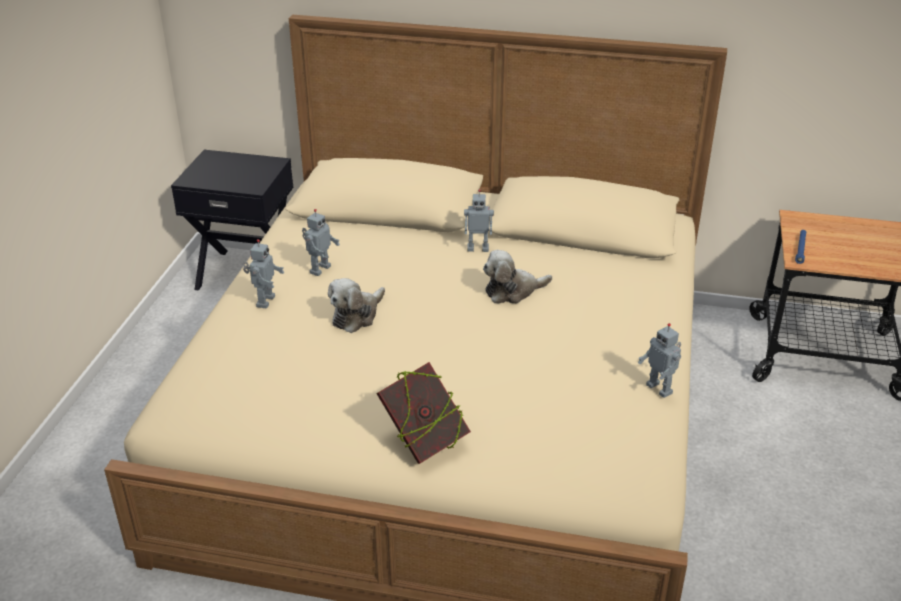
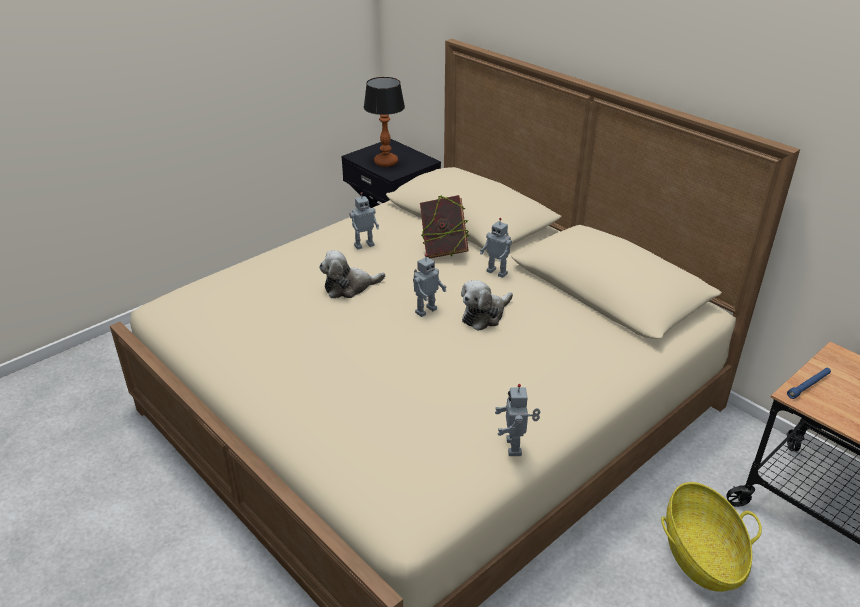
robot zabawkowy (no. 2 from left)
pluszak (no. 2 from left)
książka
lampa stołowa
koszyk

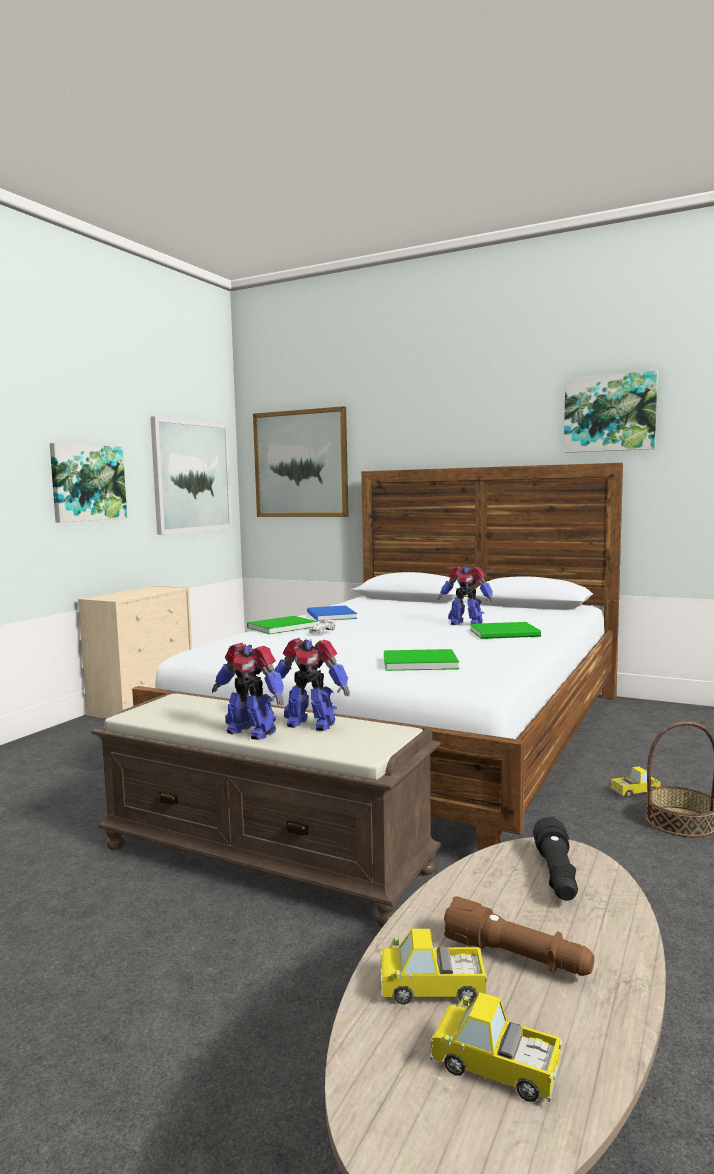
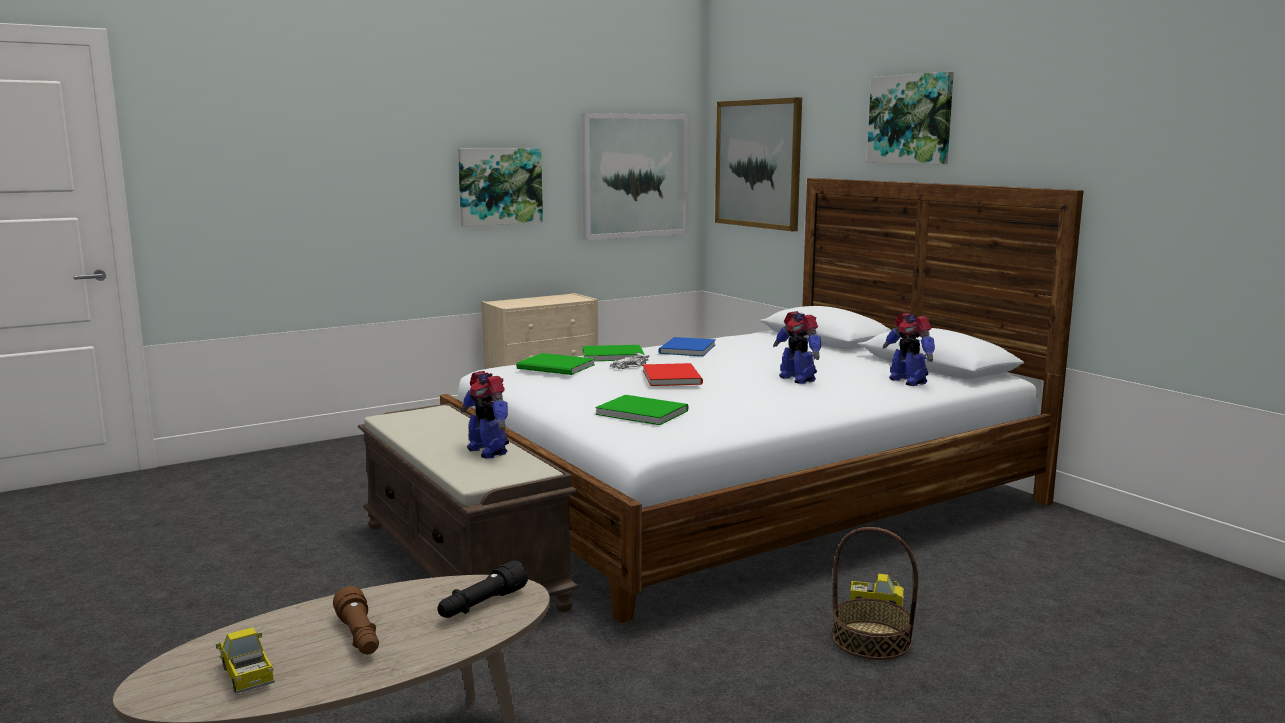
obraz (no. 4 from left)
książka [zielony] (no. 1 from left)
robot zabawkowy (no. 3 from left)
ciężarówka zabawkowa (no. 1 from left in the first image)
książka [czerwony]

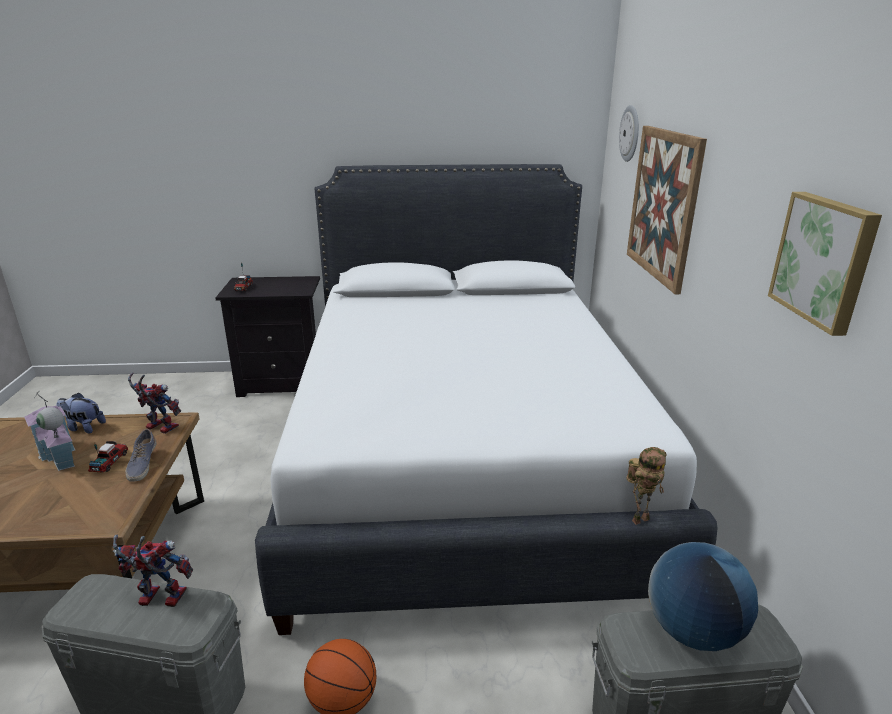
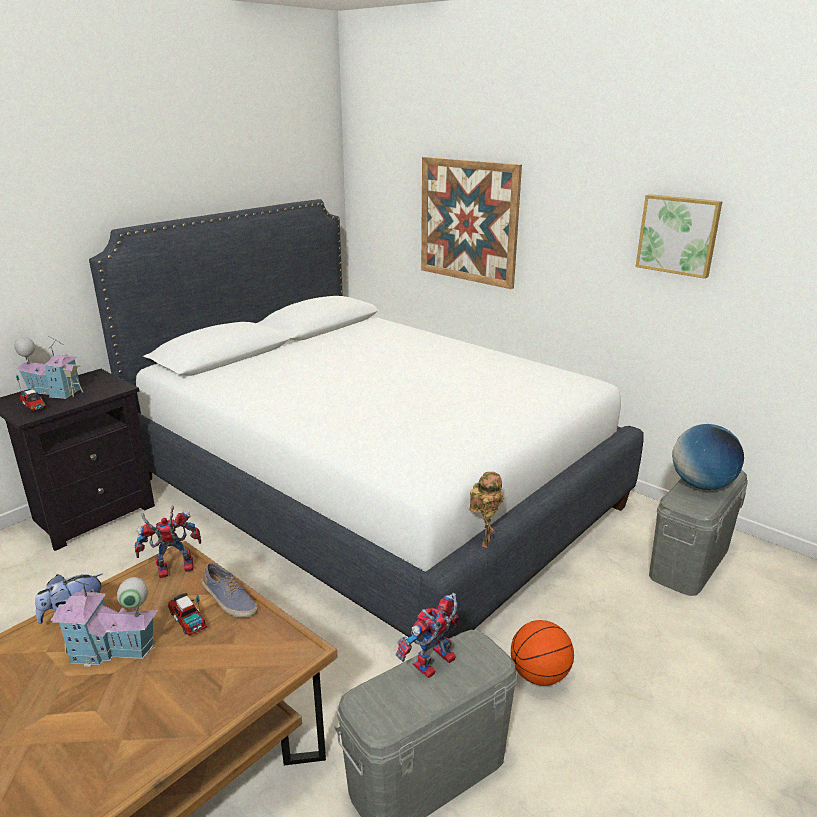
zegar ścienny
robot zabawkowy (no. 3 from left)
domek (no. 1 from left)

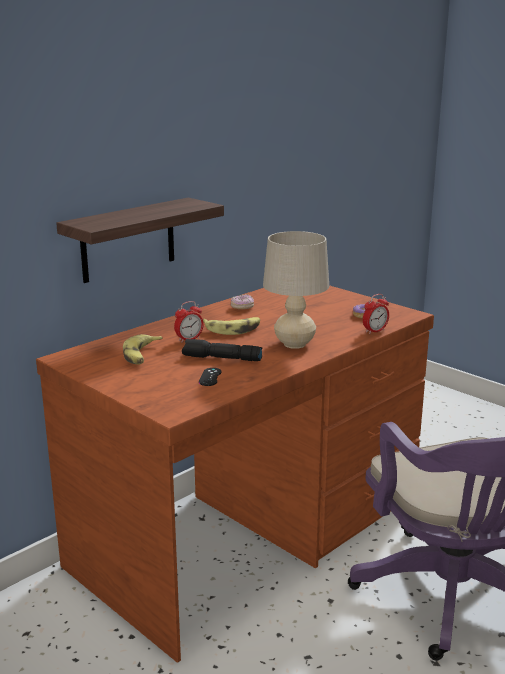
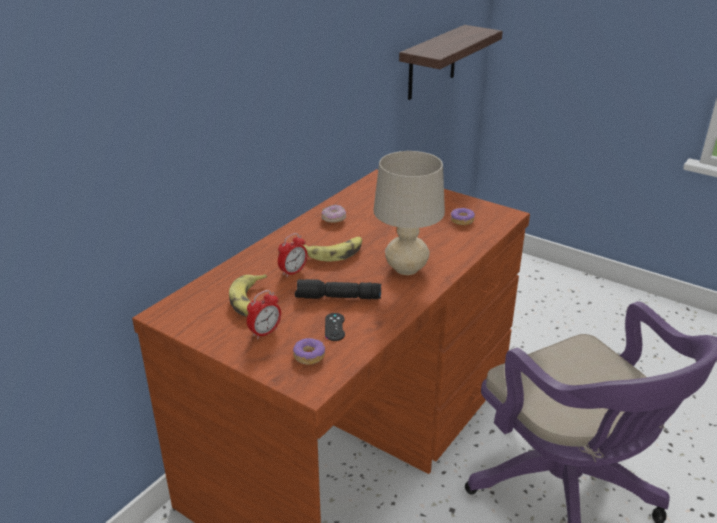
półka
budzik (no. 1 from left)
donut (no. 1 from left)

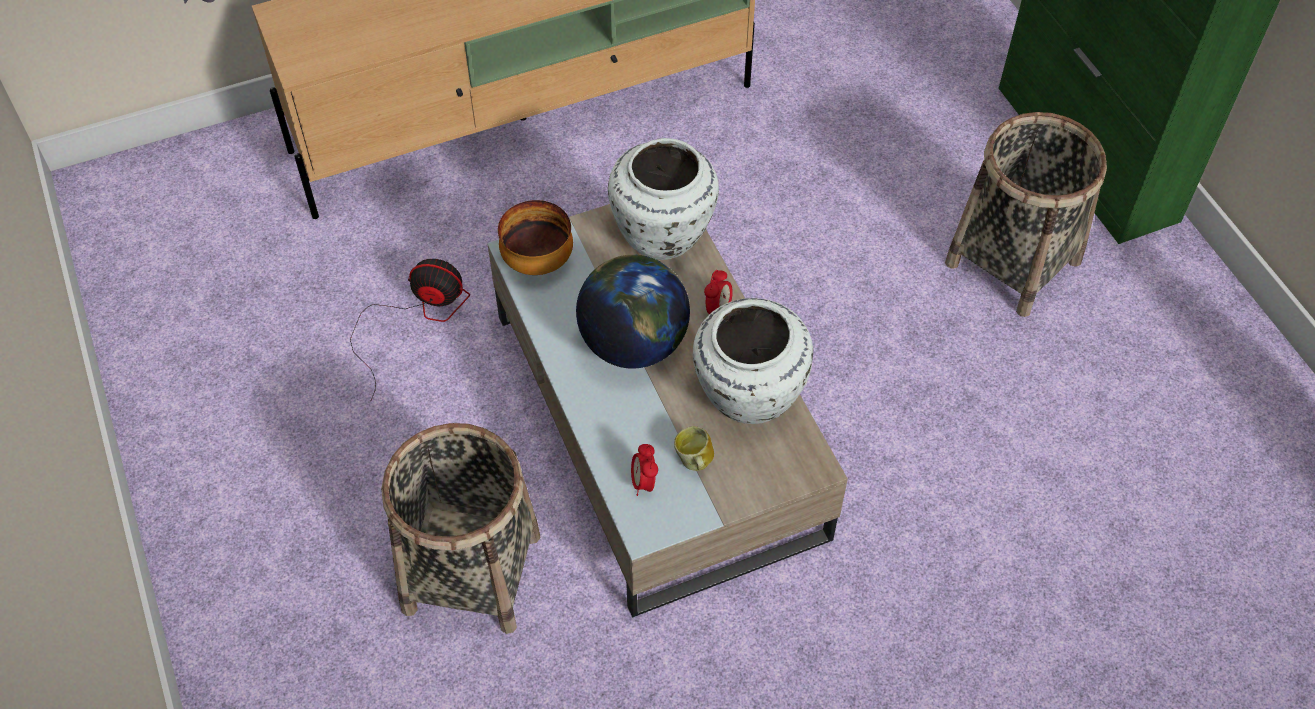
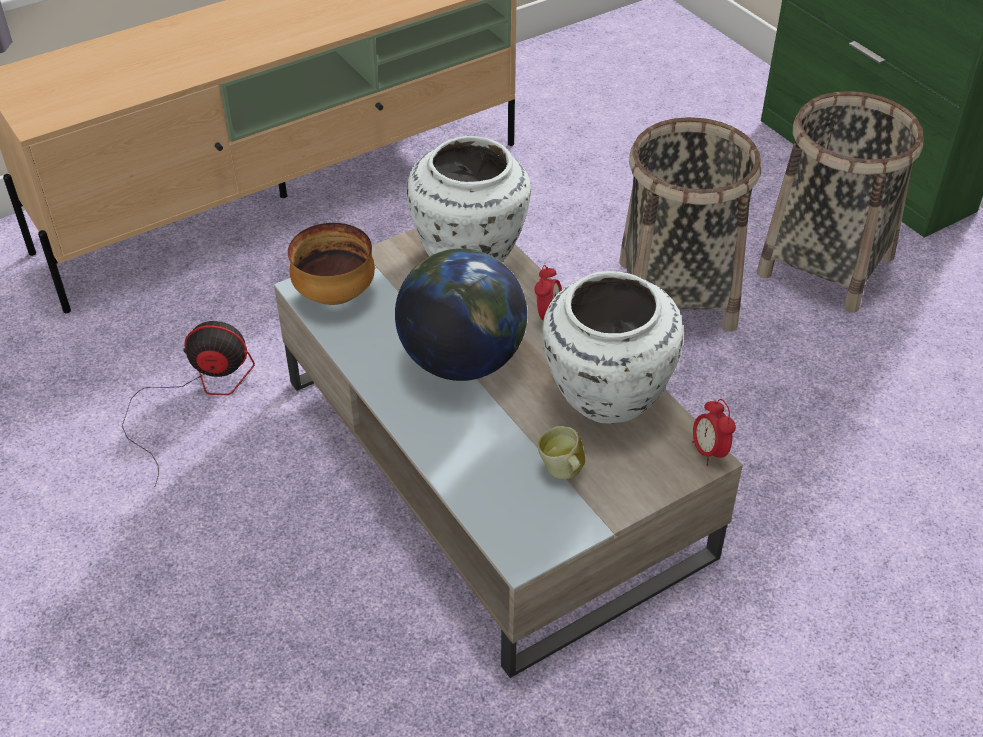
koszyk (no. 1 from left)
budzik (no. 2 from left)

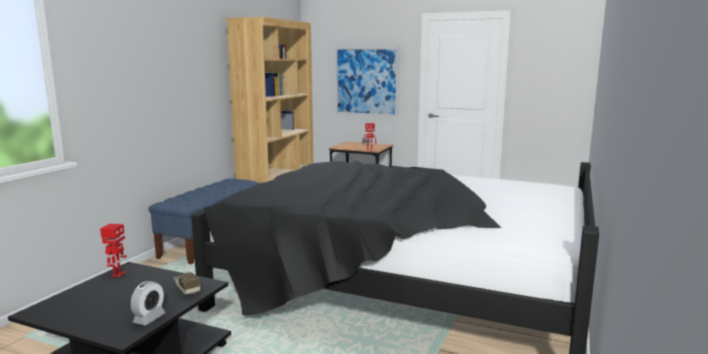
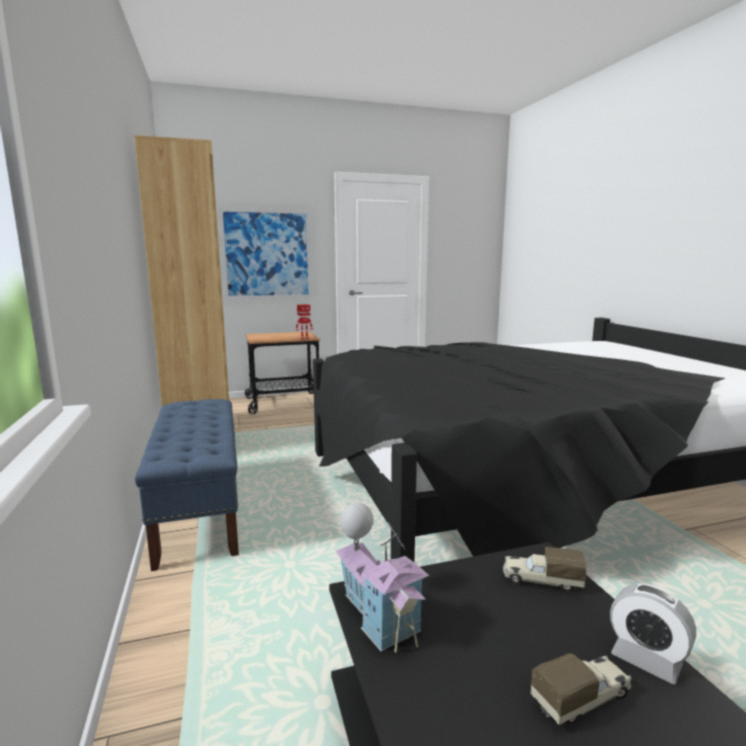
domek
budzik
ciężarówka zabawkowa (no. 2 from left)

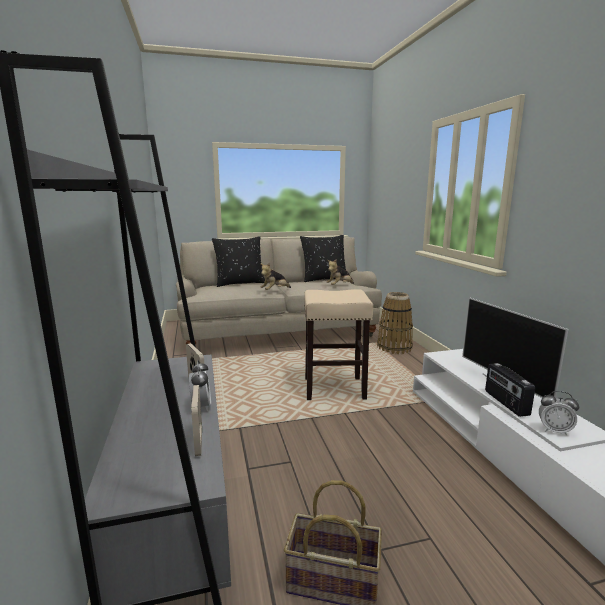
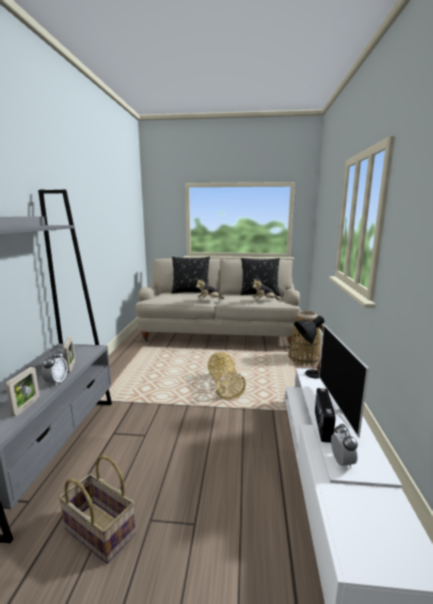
koszyk (no. 2 from left)
budzik (no. 2 from left)
lampa stołowa [czarny]

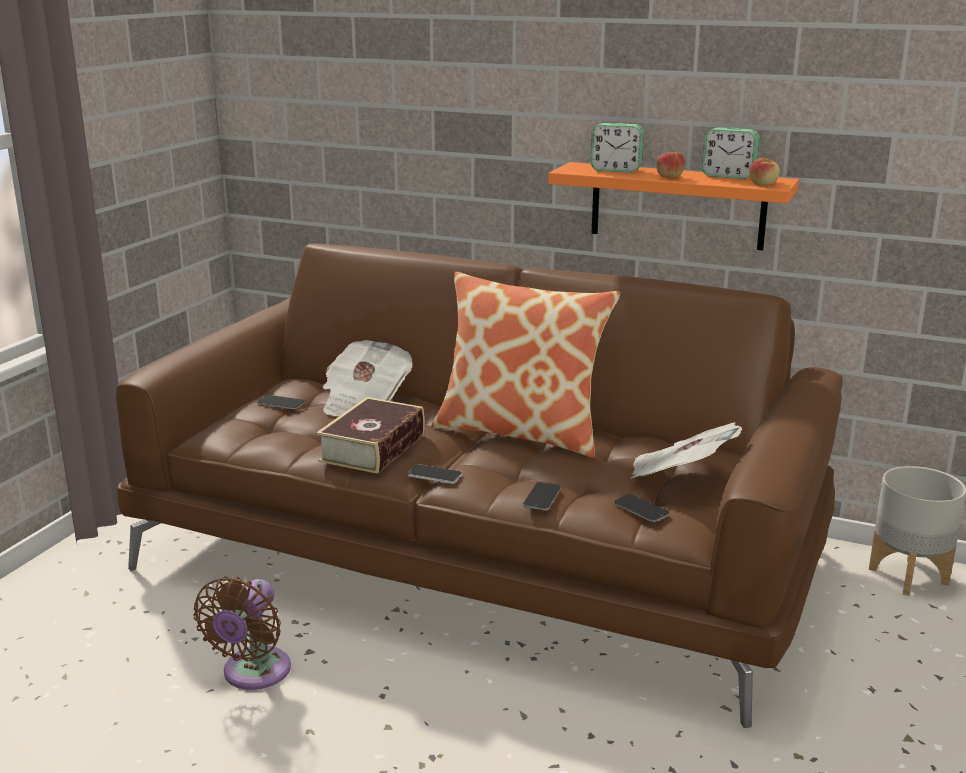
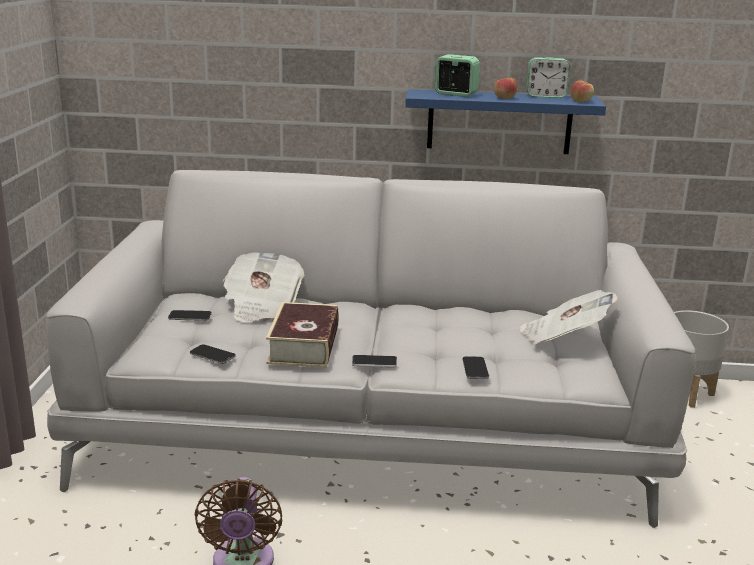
budzik (no. 1 from left)
półka [niebieski]
kanapa [szary]
poduszka
telefon (no. 2 from left)

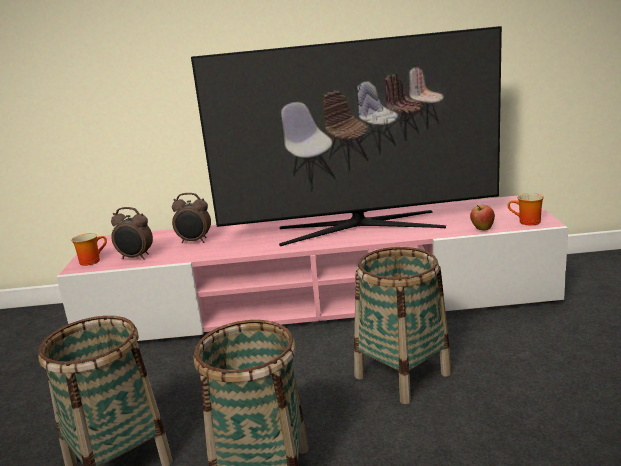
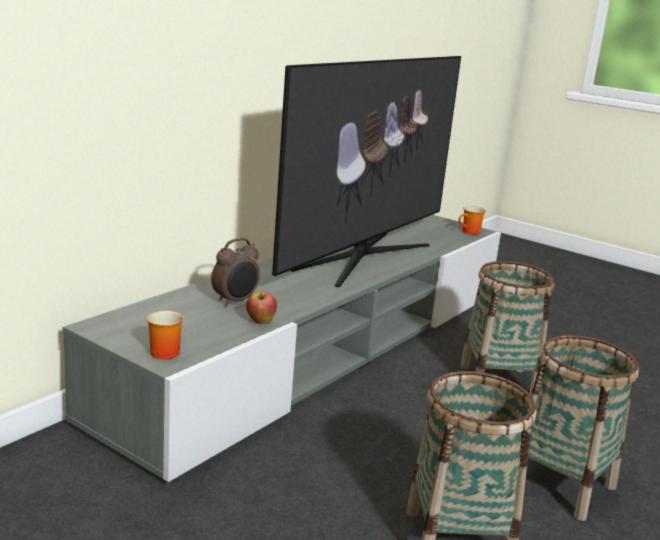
szafka pod telewizor [szary]
jabłko
budzik (no. 1 from left in the first image)

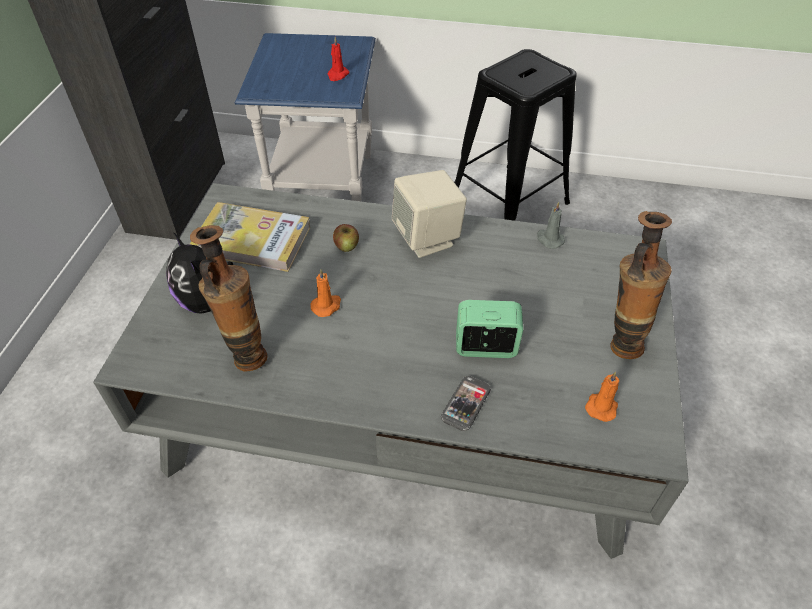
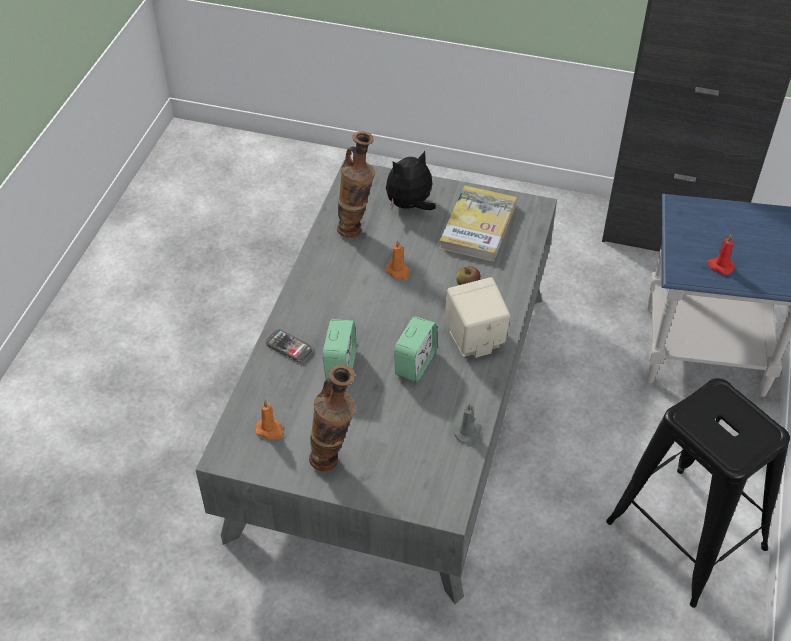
budzik (no. 2 from left)

